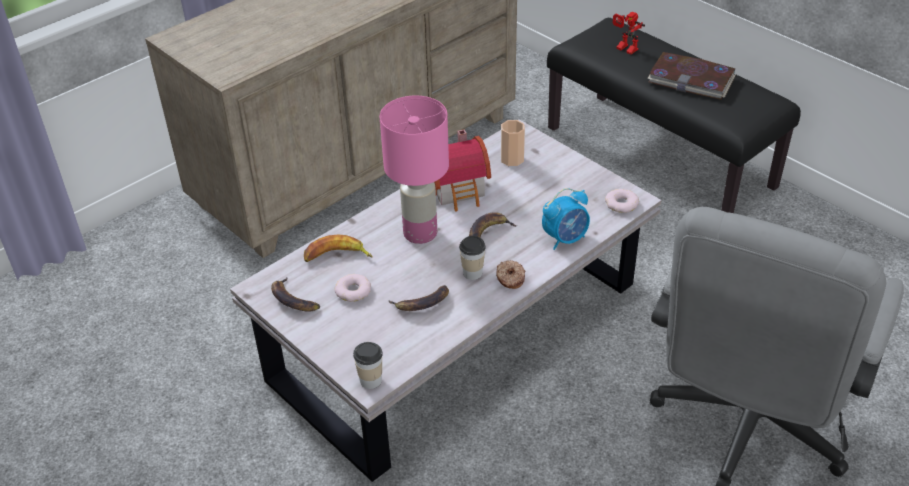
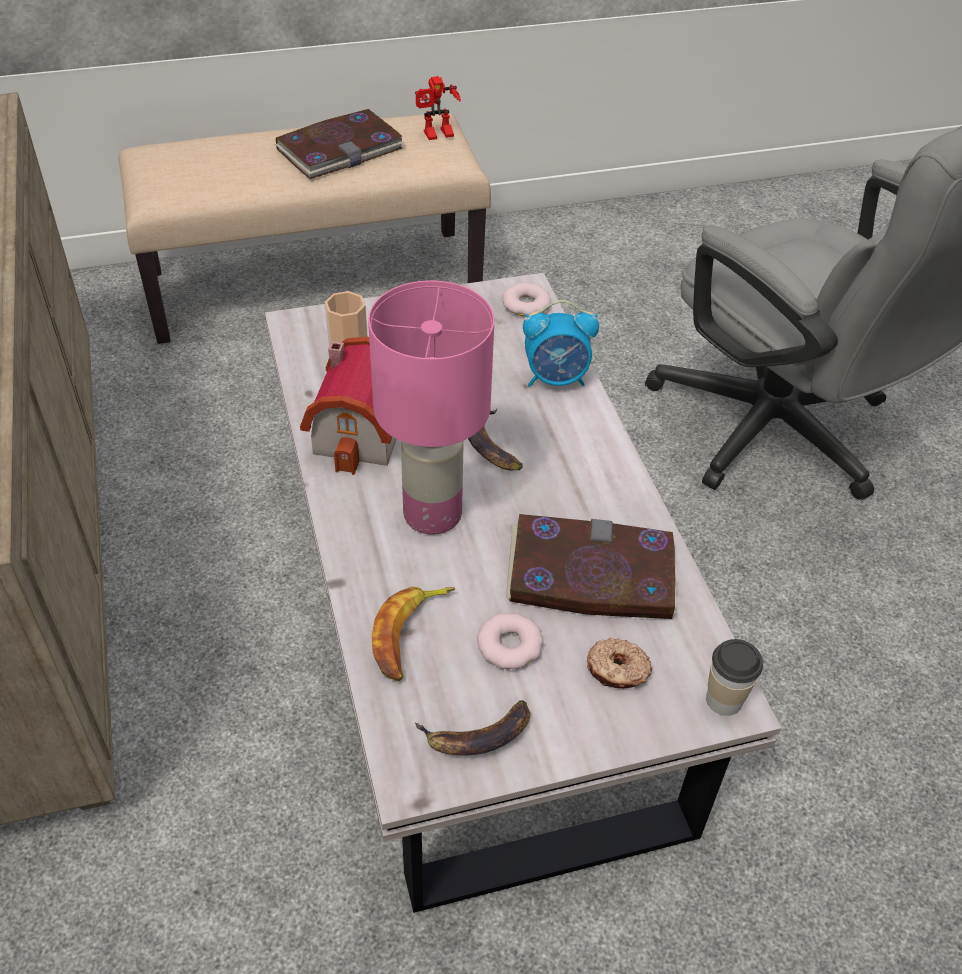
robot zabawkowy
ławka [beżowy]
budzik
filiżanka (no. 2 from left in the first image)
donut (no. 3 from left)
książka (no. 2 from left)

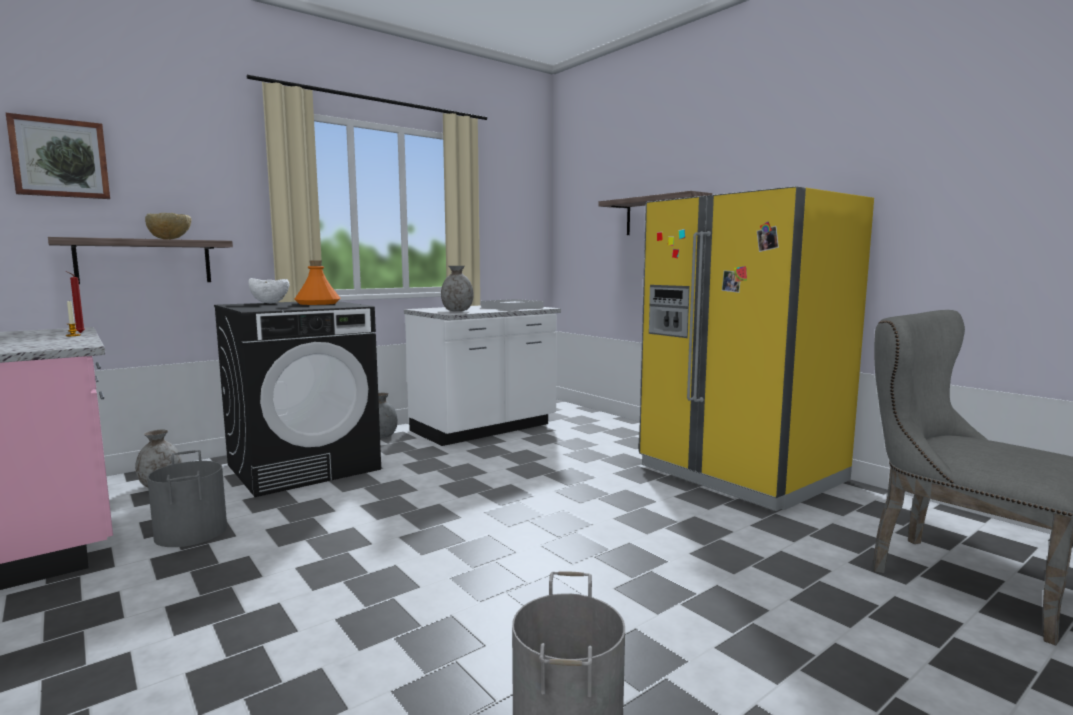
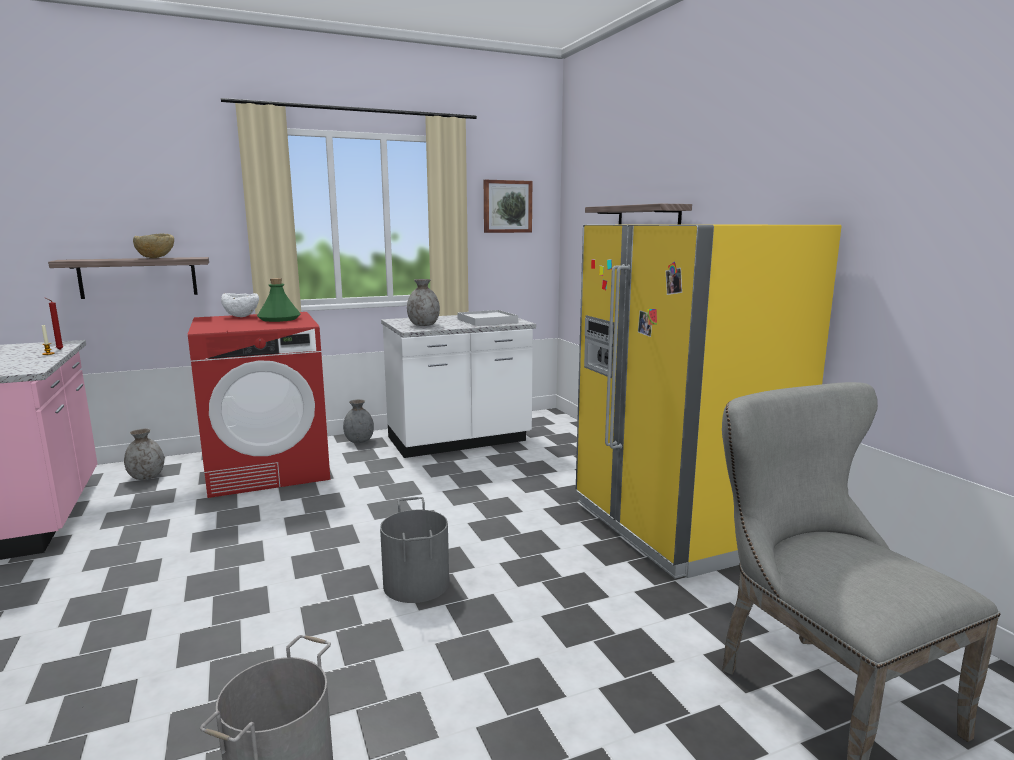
obraz
butelka [zielony]
pralka [czerwony]
wiadro [szary] (no. 2 from left)

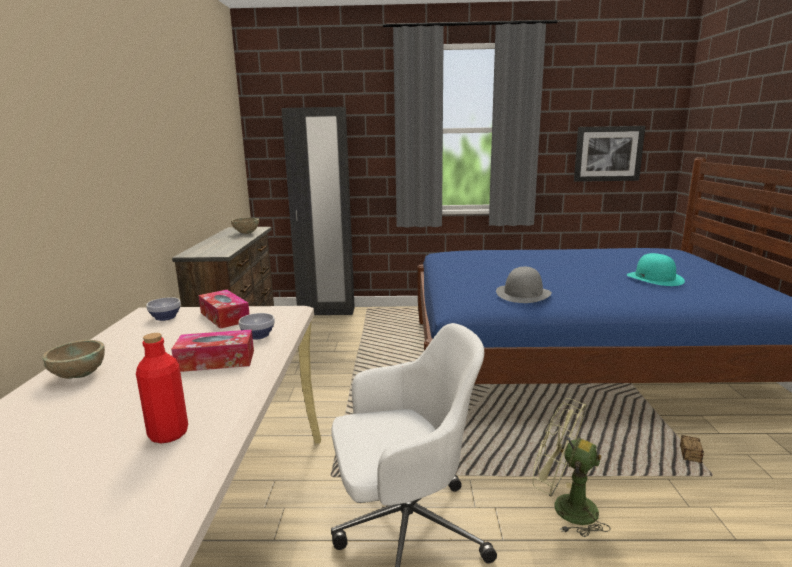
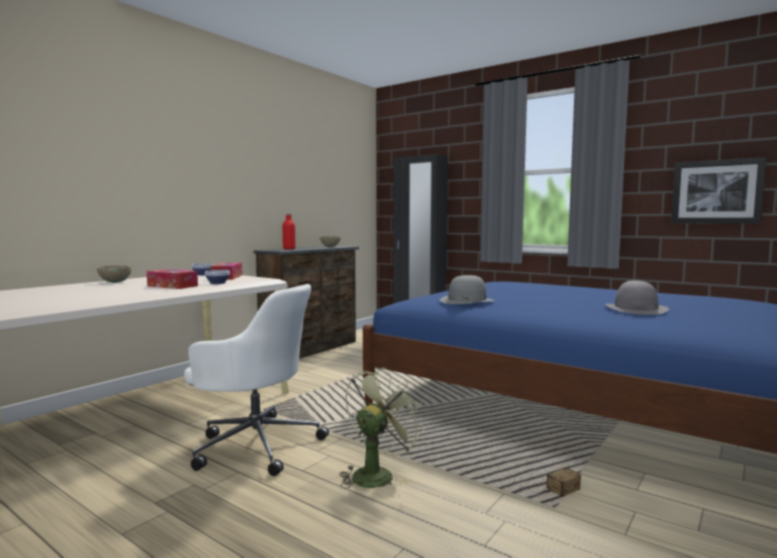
kapelusz [szary] (no. 2 from left)
butelka [czerwony]
wentylator [zielony]

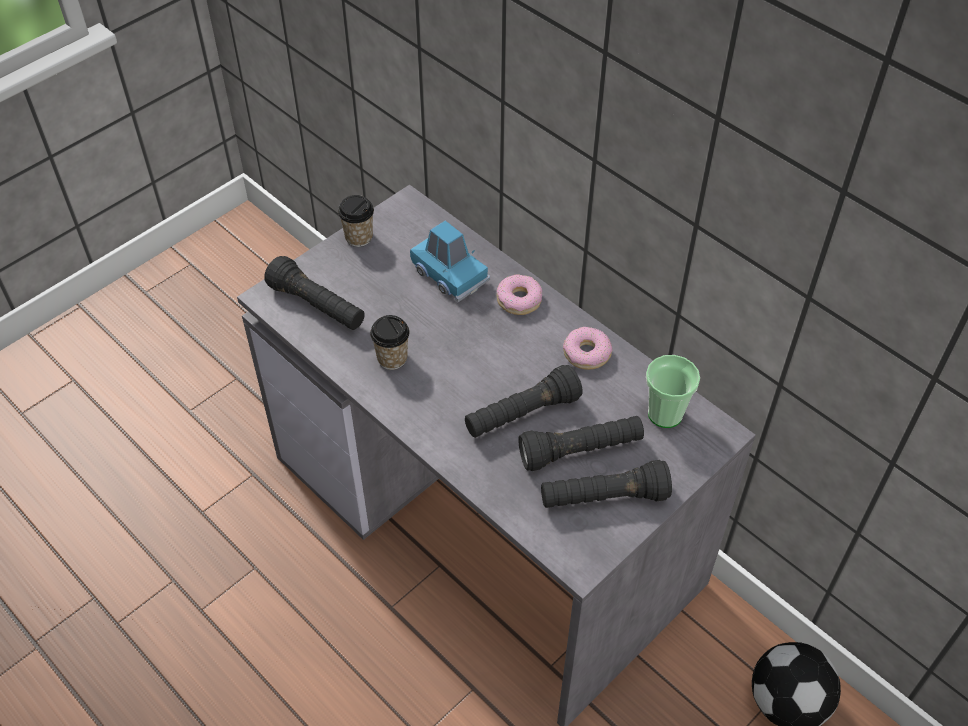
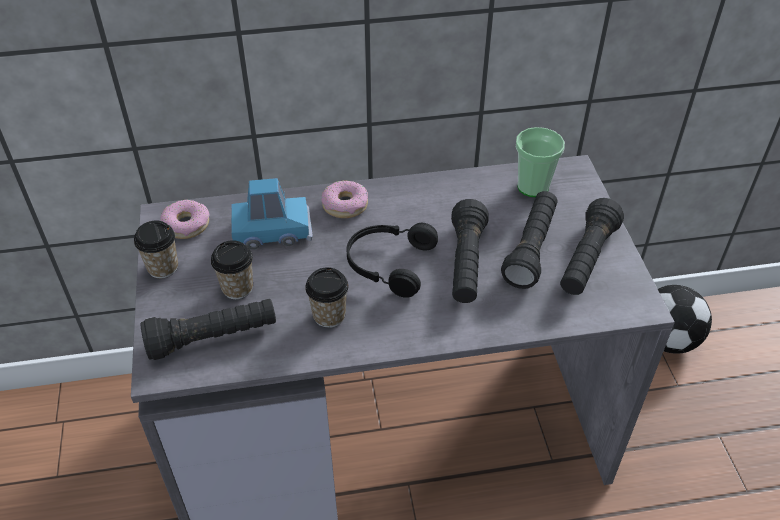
donut (no. 1 from left)
słuchawki [czarny]
filiżanka (no. 2 from left)

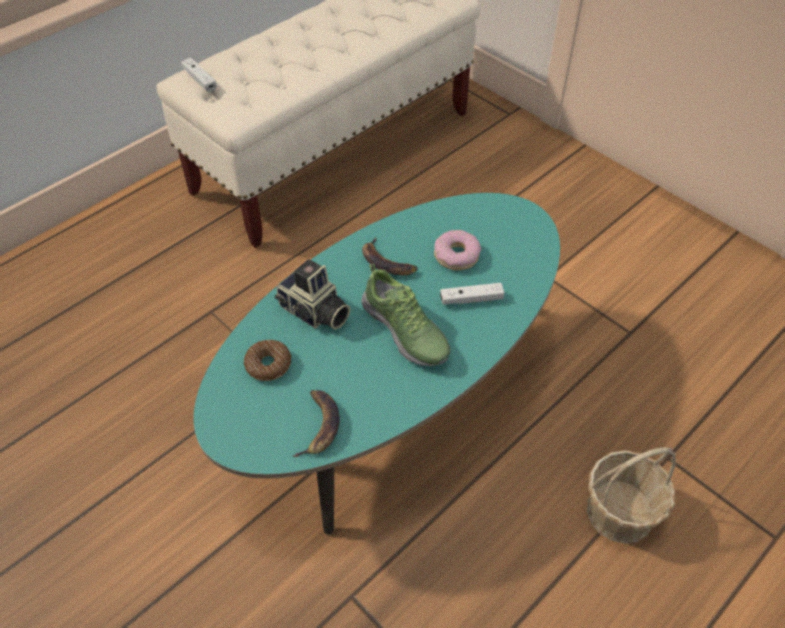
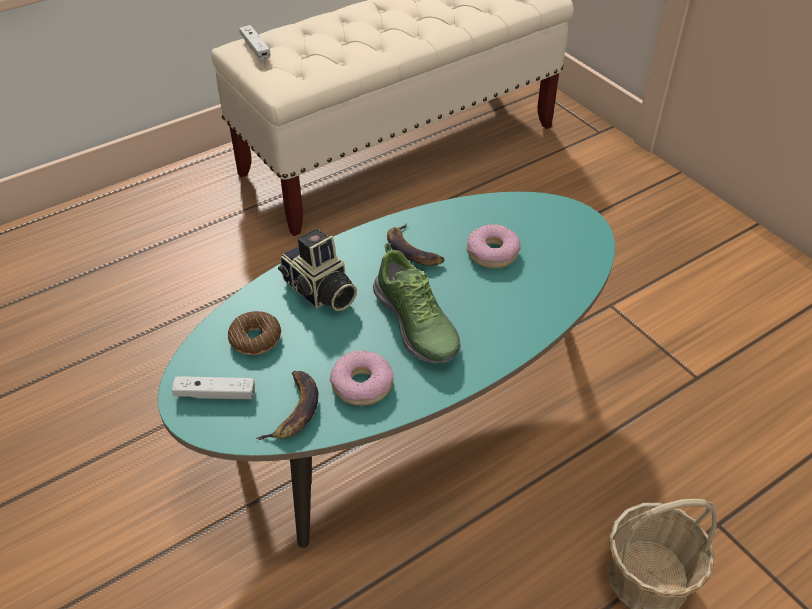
pad do gier [biały] (no. 1 from left)
donut (no. 2 from left)

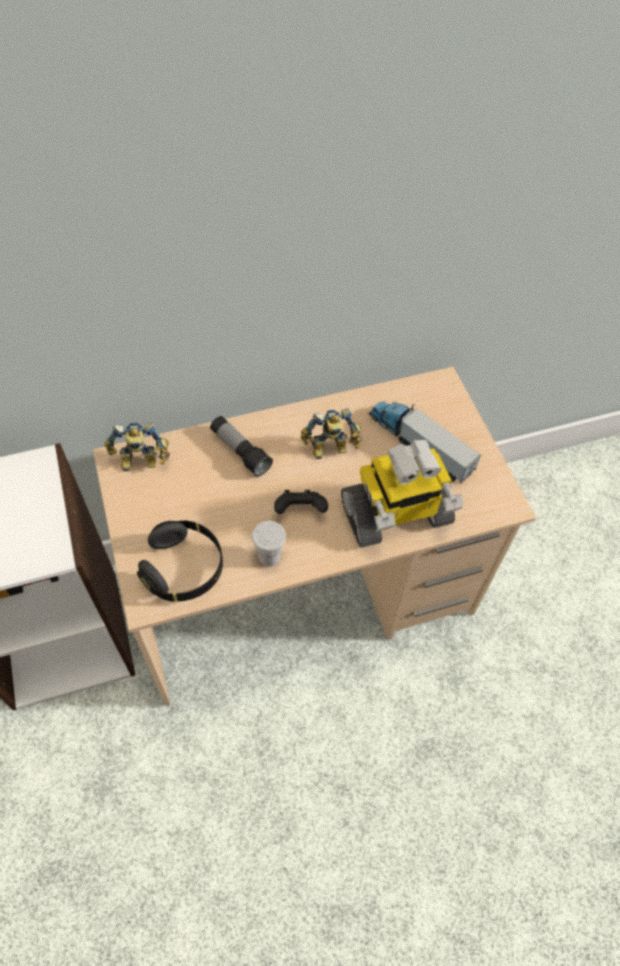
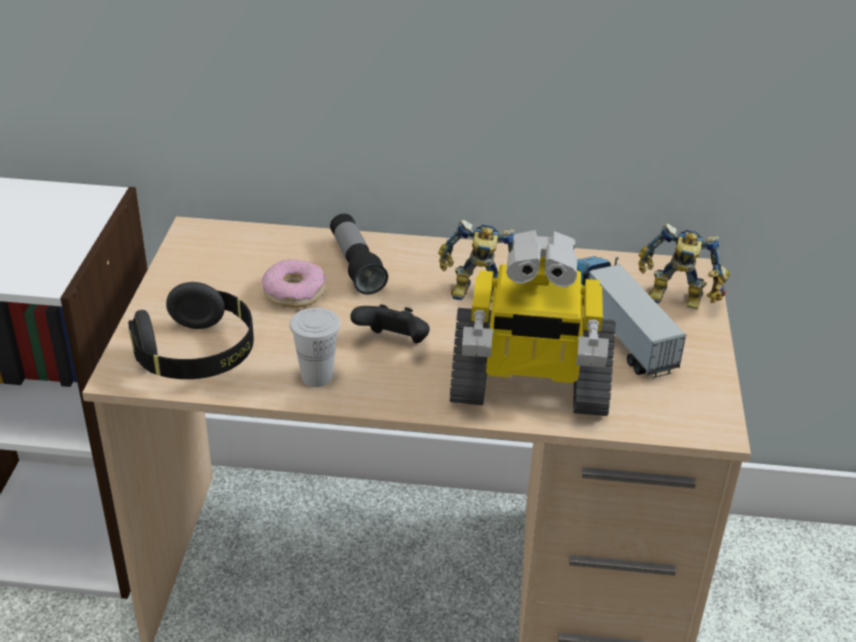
robot zabawkowy (no. 3 from left)
donut

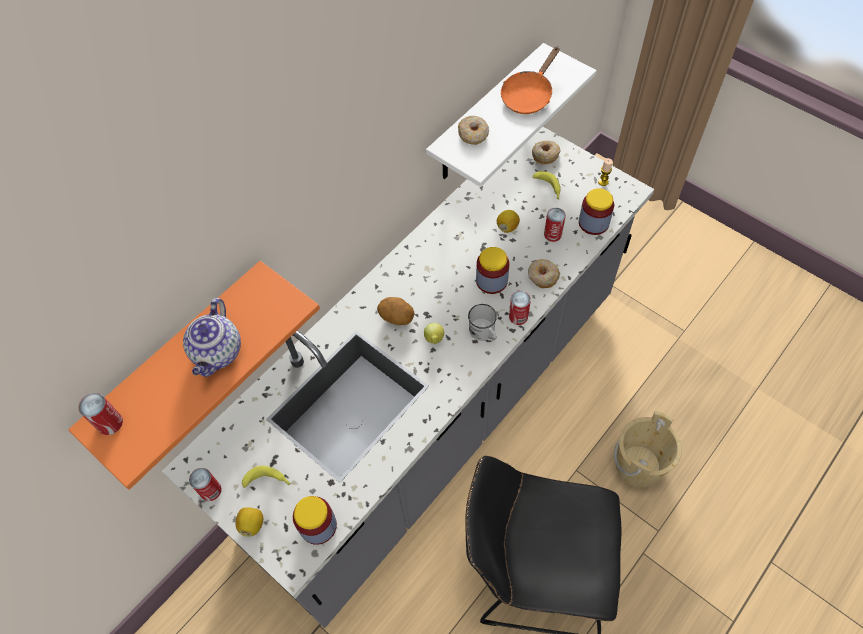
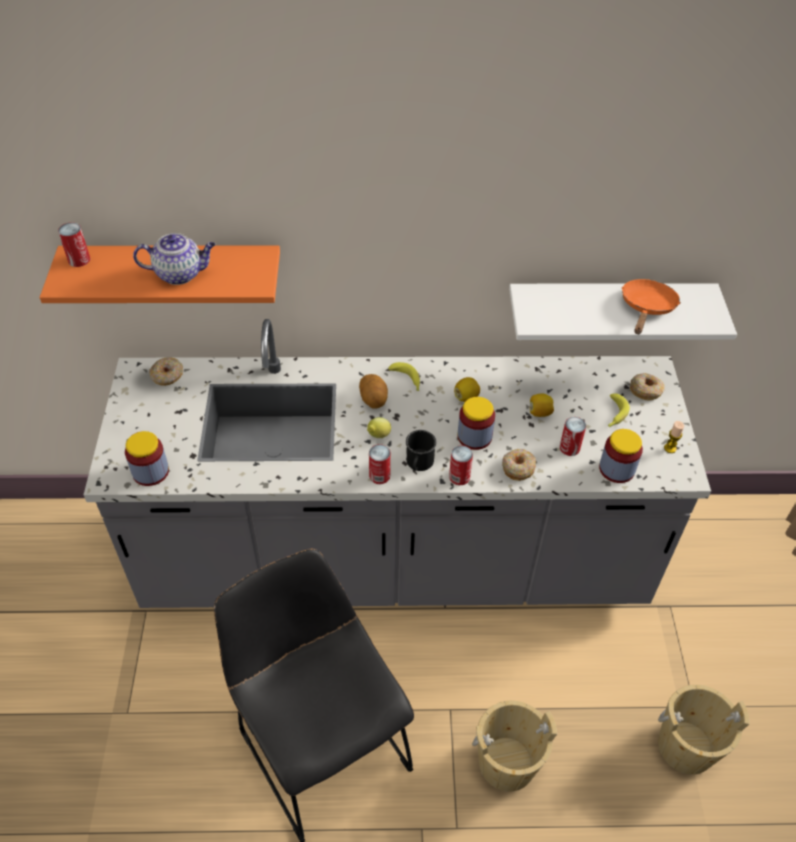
patelnia [pomarańczowy]
donut (no. 1 from left)
imbryk
kubek [czarny]
banan (no. 1 from left)
puszka (no. 2 from left)
cytryna (no. 2 from left)
wiadro [beżowy] (no. 2 from left)

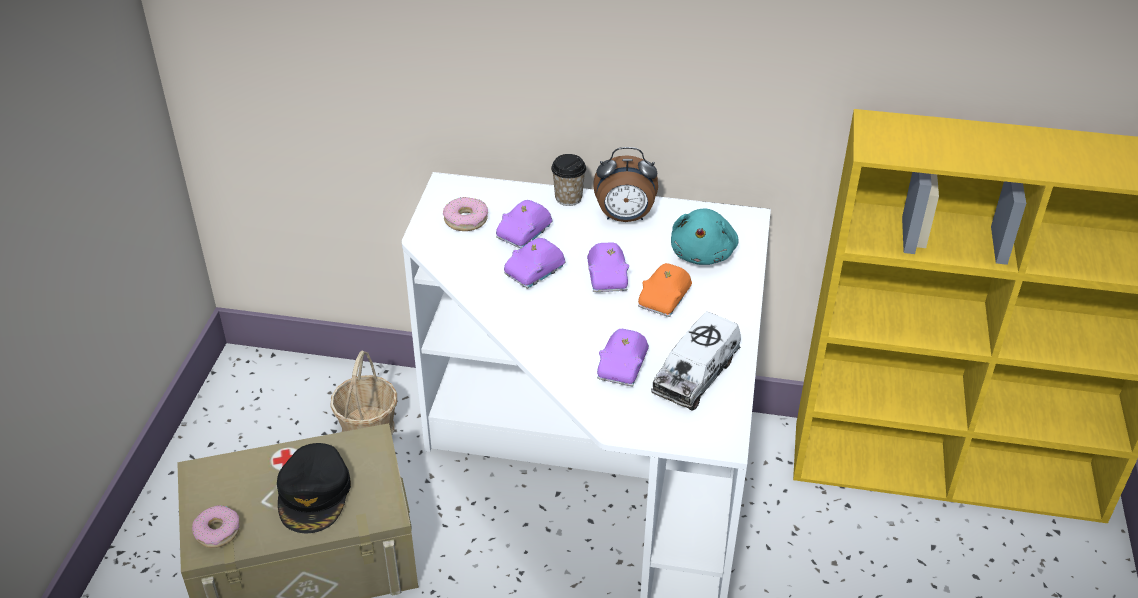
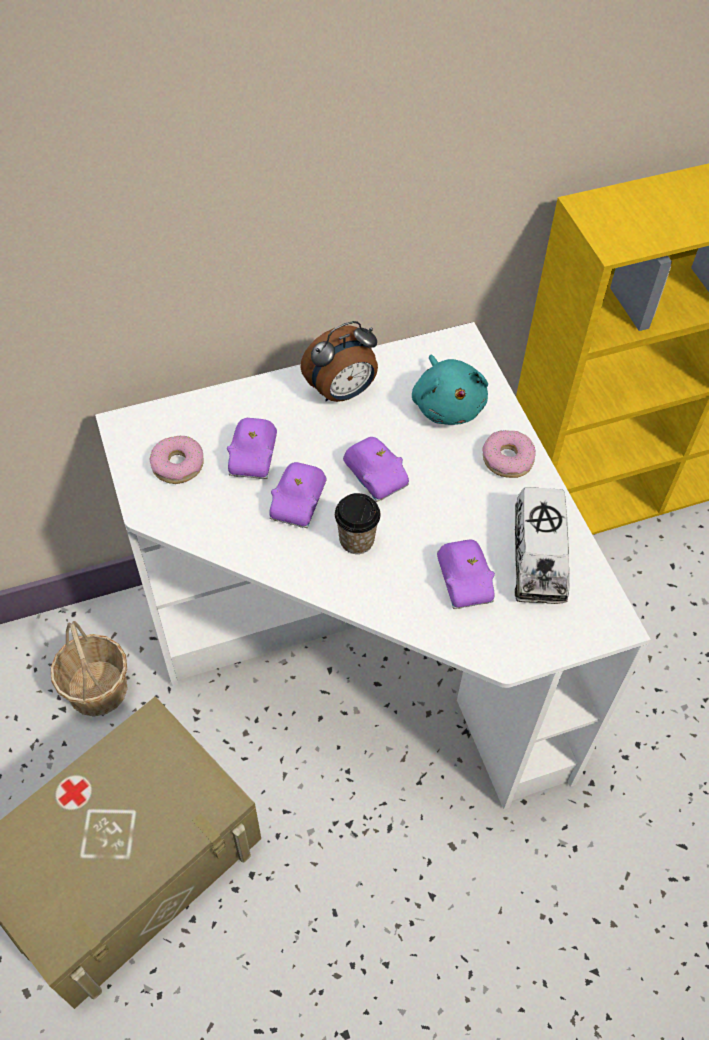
filiżanka
samochodzik [pomarańczowy]
czapka z daszkiem [czarny]
donut (no. 2 from left)

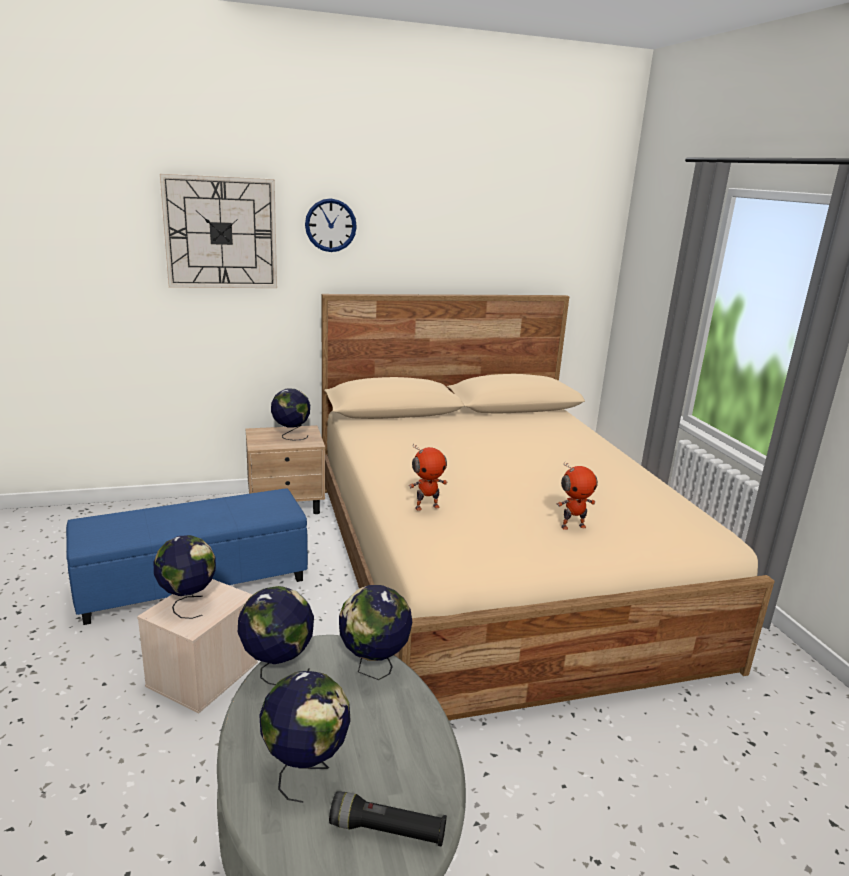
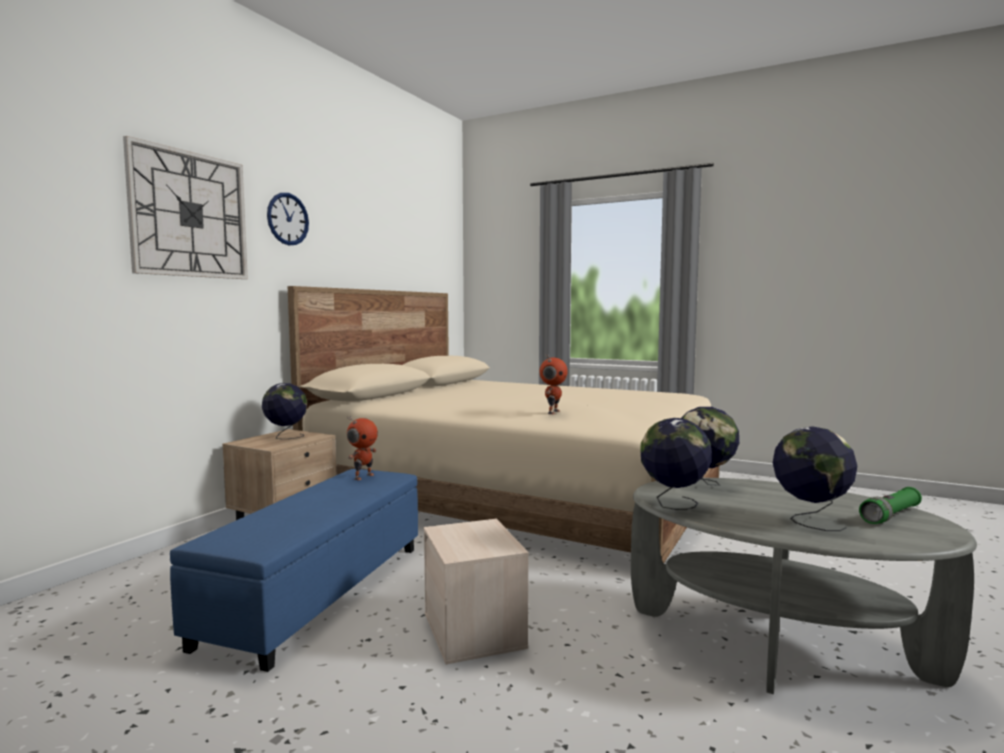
robot zabawkowy (no. 1 from left)
globus (no. 1 from left in the first image)
latarka [zielony]

